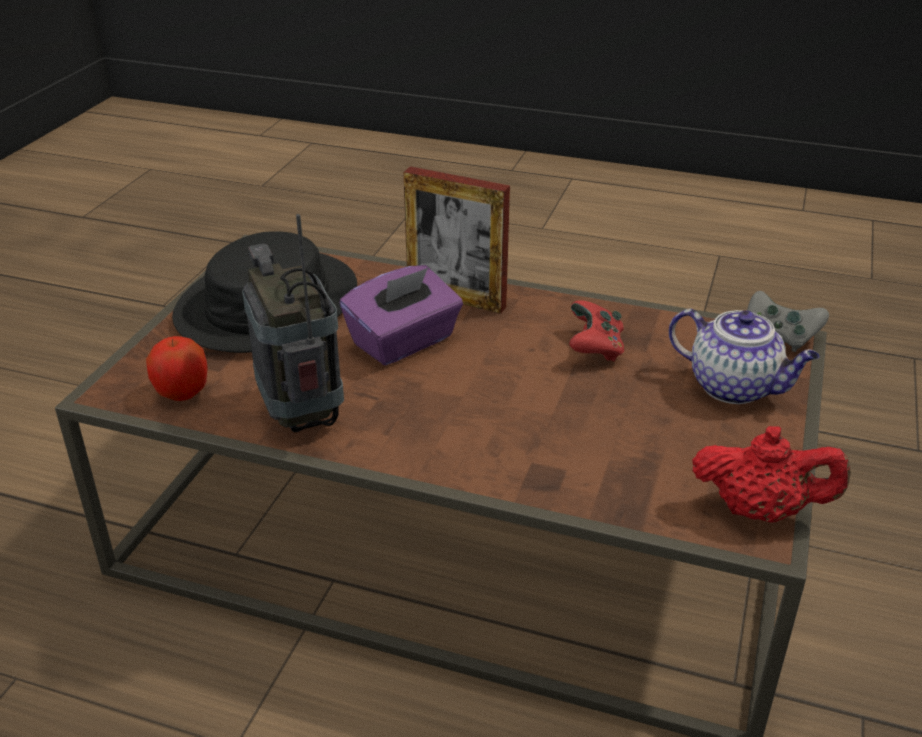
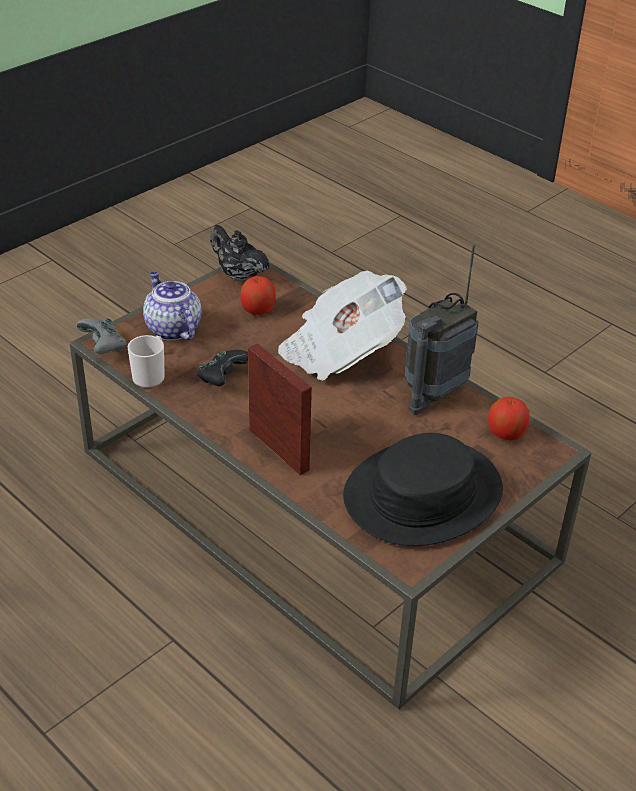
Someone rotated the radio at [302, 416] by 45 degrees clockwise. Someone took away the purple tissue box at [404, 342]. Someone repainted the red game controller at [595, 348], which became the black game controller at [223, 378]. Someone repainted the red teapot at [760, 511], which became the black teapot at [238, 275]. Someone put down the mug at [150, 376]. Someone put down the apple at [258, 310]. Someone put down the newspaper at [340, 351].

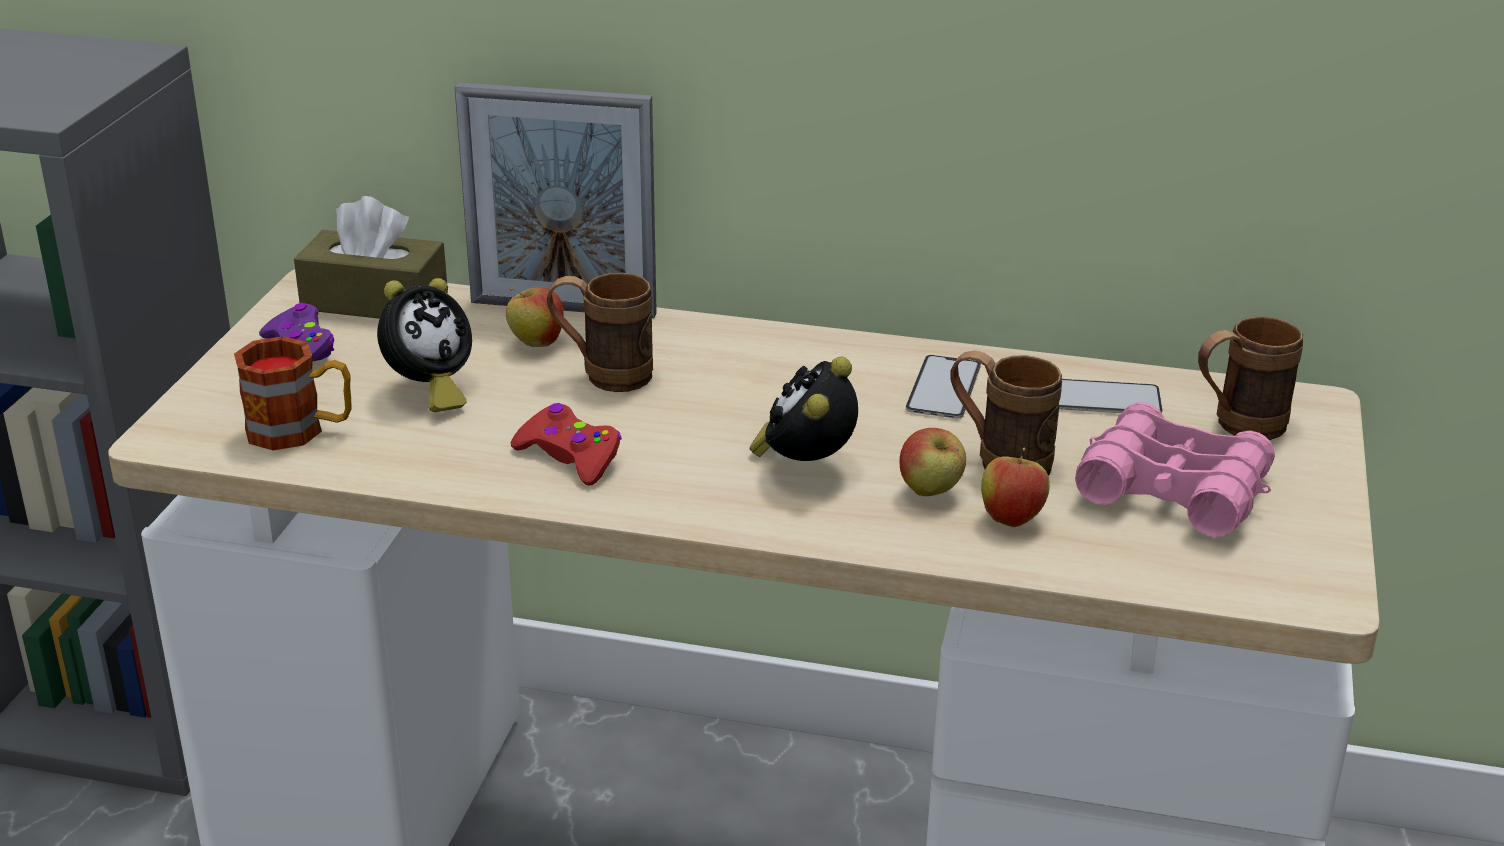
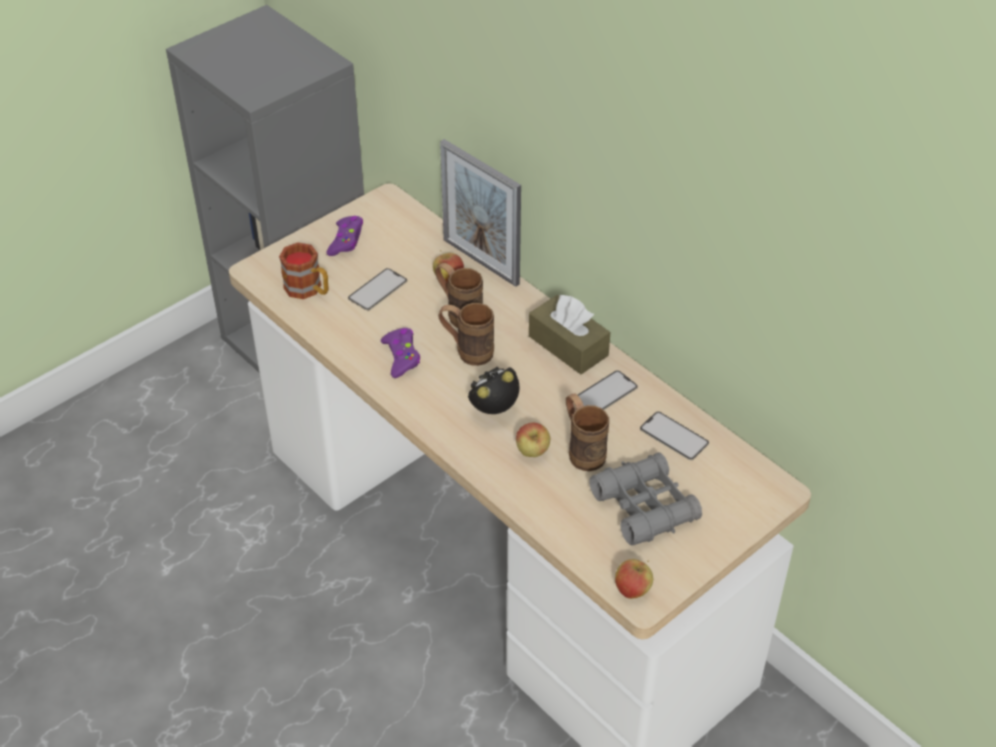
Someone carried the brown tissue box from [374, 301] to [568, 346]. Someone swapped the alarm clock at [428, 391] for the phone at [377, 290]. Someone repainted the red game controller at [570, 456], which became the purple game controller at [401, 357]. Someone carried the apple from [1012, 519] to [632, 590]. Someone repainted the pink binoculars at [1173, 490], which became the grey binoculars at [644, 507]. Someone carried the brown mug from [1236, 427] to [467, 351].

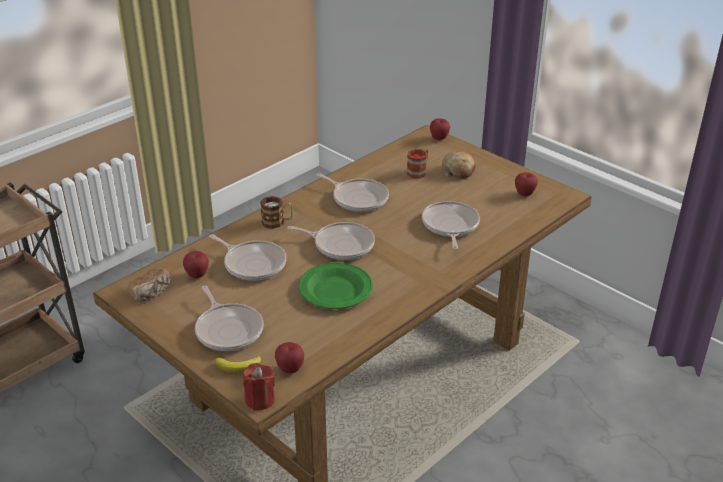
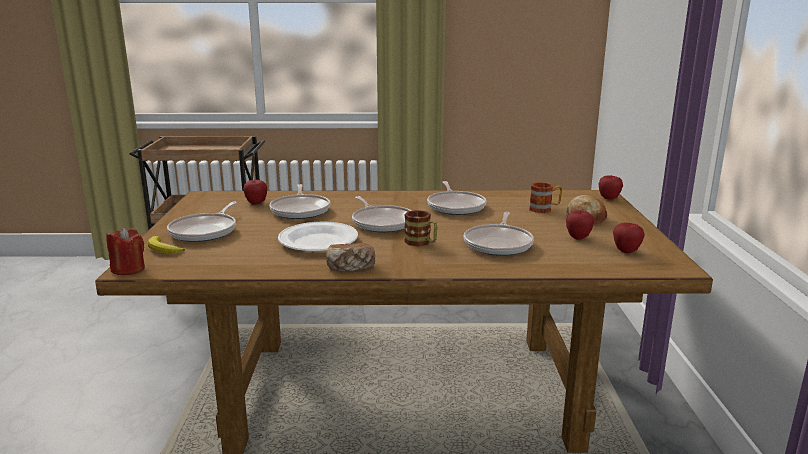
Someone carried the bread from [152, 293] to [351, 268]. Someone carried the mug from [277, 222] to [421, 243]. Someone carried the apple from [290, 369] to [578, 238]. Someone repainted the green plate at [335, 290], which became the white plate at [318, 241]. Someone rotated the frying pan at [450, 226] by 150 degrees clockwise.

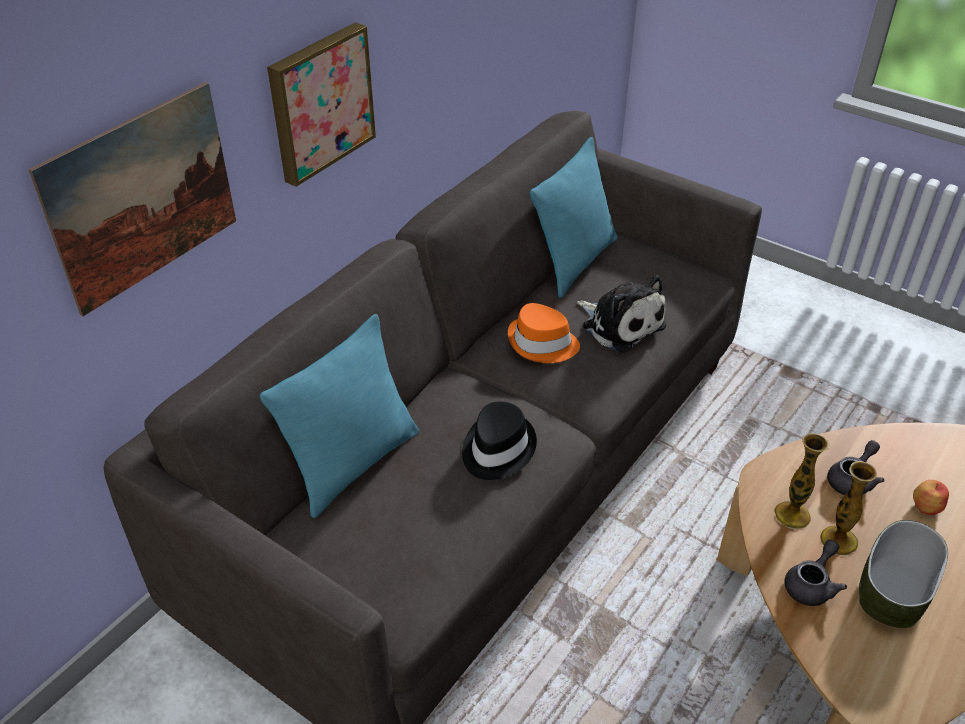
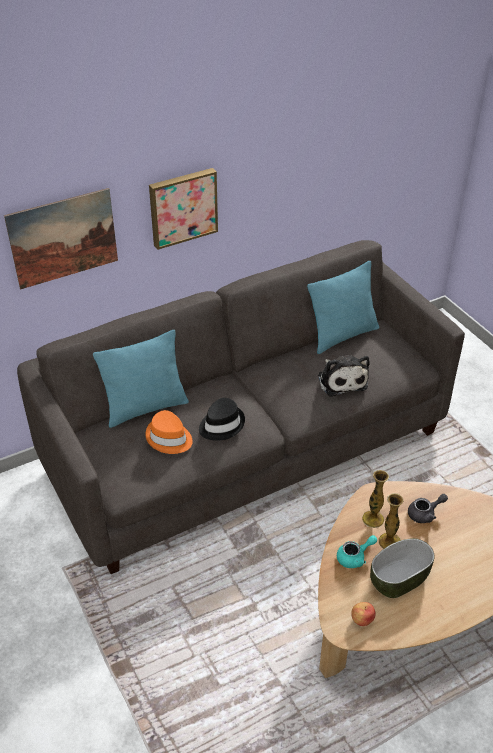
Someone carried the orange hat from [542, 344] to [169, 438]. Someone repainted the grey teapot at [811, 585], which became the turquoise teapot at [354, 557]. Someone carried the apple from [925, 506] to [362, 619].

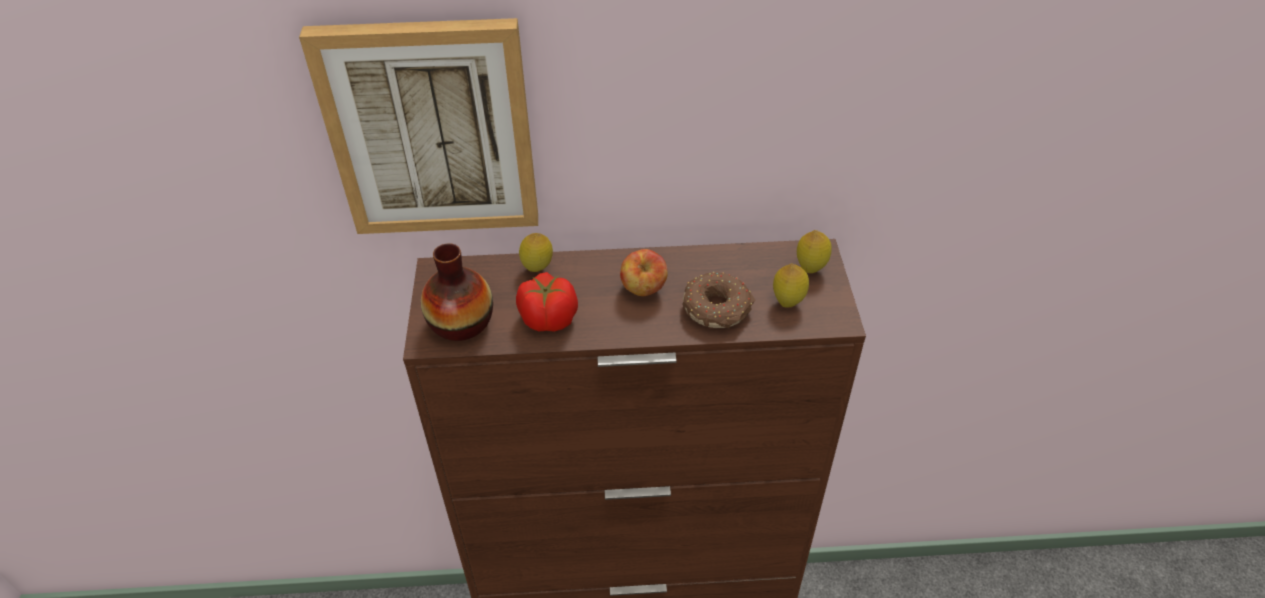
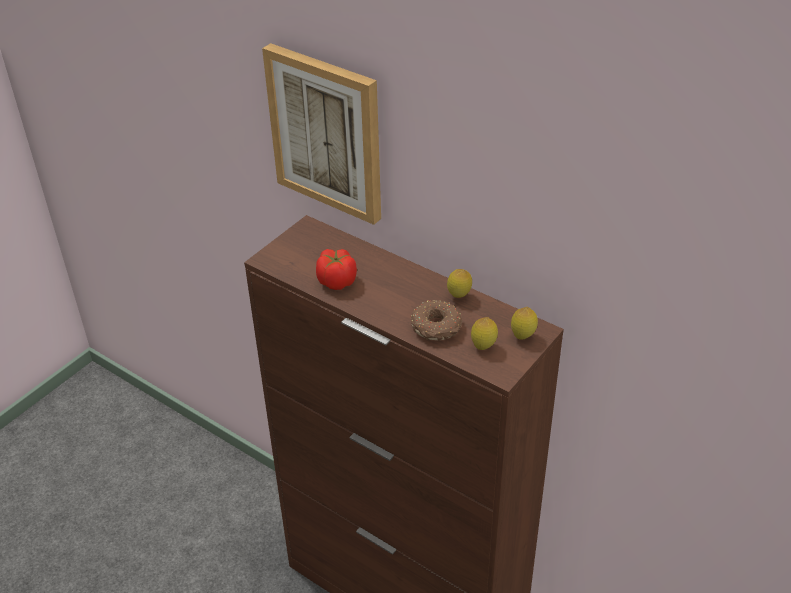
Someone took away the vase at [461, 323]. Someone carried the lemon from [537, 269] to [459, 296]. Someone took away the apple at [643, 289].

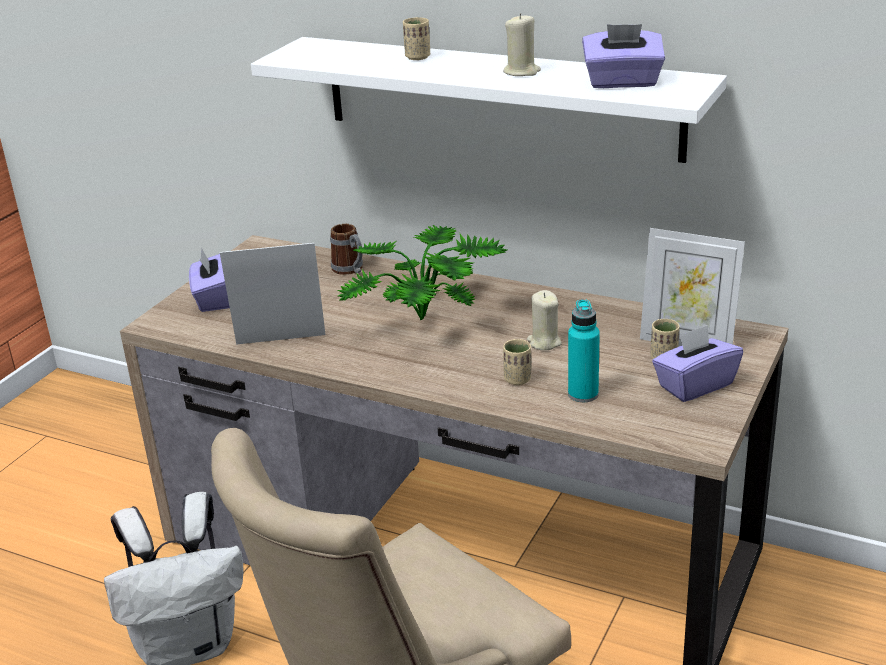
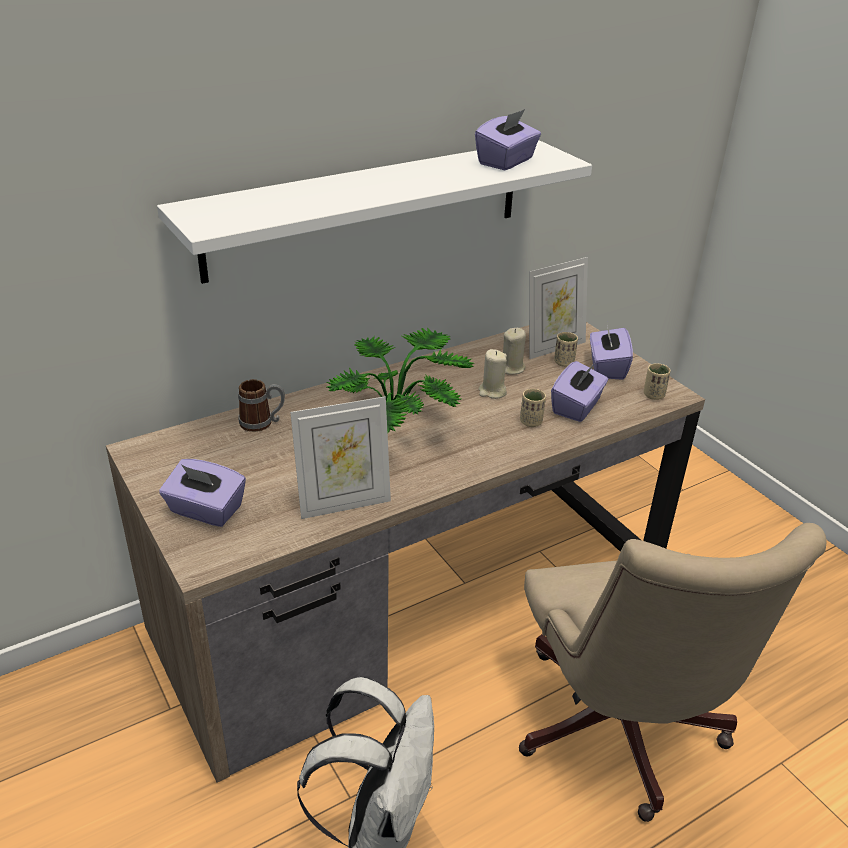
Someone rotated the picture frame at [281, 344] by 135 degrees counterclockwise. Someone carried the beige cup from [417, 57] to [653, 395]. Someone carried the beige candle from [522, 72] to [511, 368]. Someone swapped the turquoise bottle at [583, 394] for the purple tissue box at [577, 407].

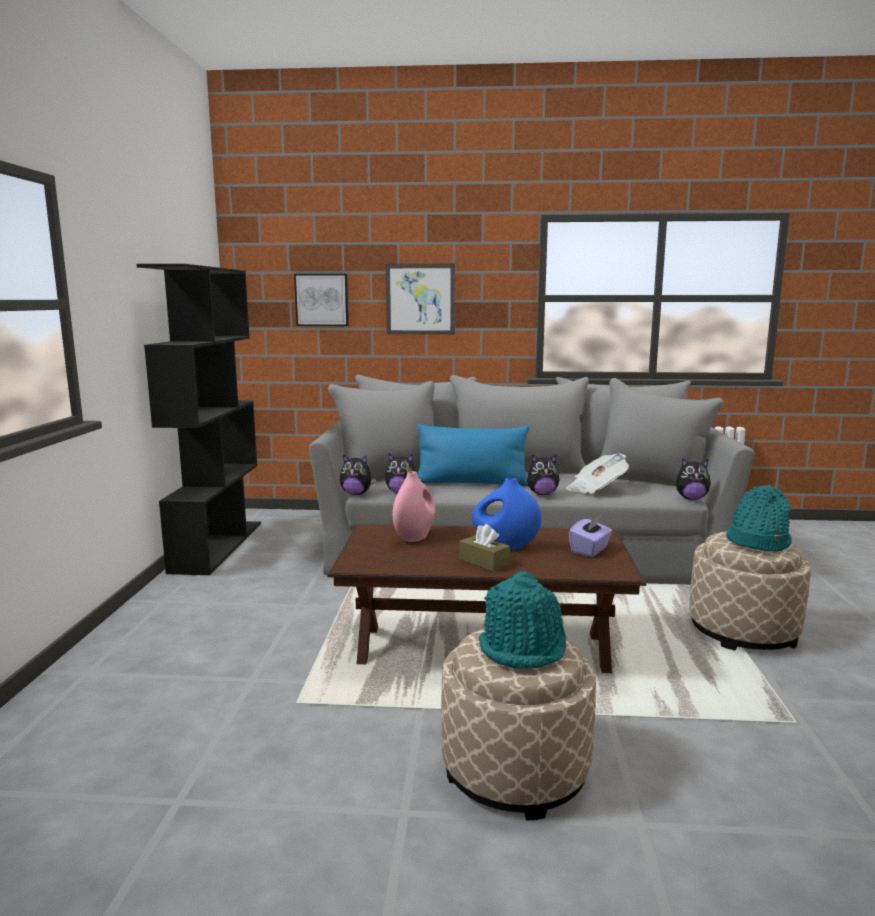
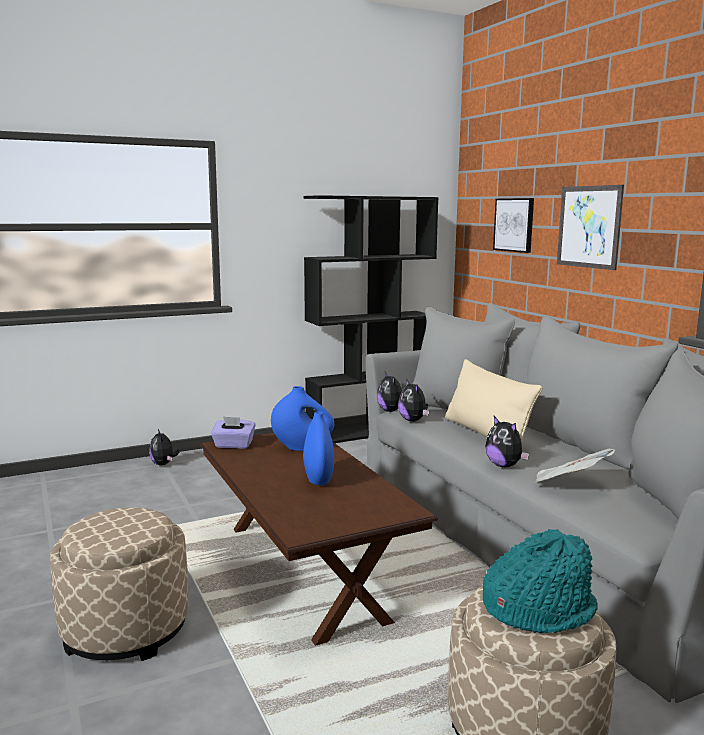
Someone repainted the pink vase at [414, 537], which became the blue vase at [302, 447]. Someone repainted the blue pillow at [471, 483], which became the beige pillow at [486, 434]. Someone took away the brown tissue box at [484, 562]. Someone took away the turquoise hat at [523, 647]. Someone carried the purple tissue box from [590, 550] to [233, 445]. Someone carried the plush toy from [691, 498] to [163, 464].

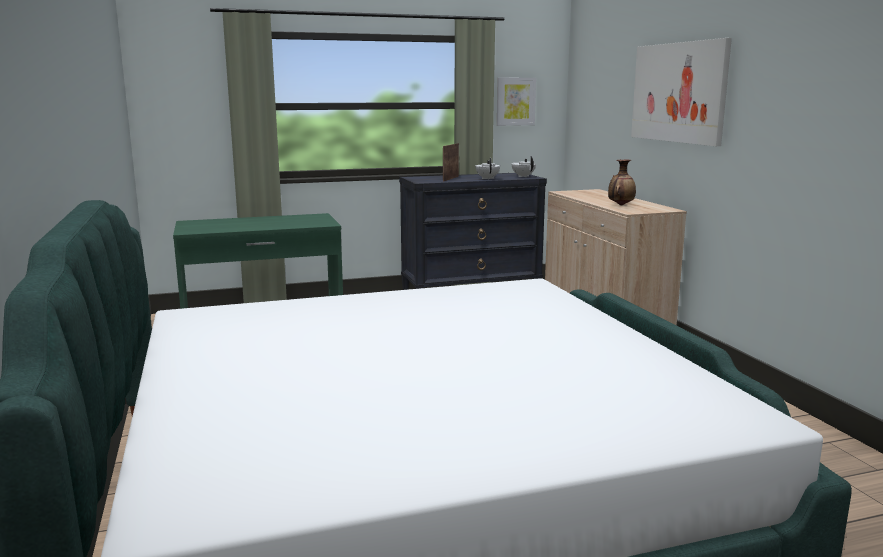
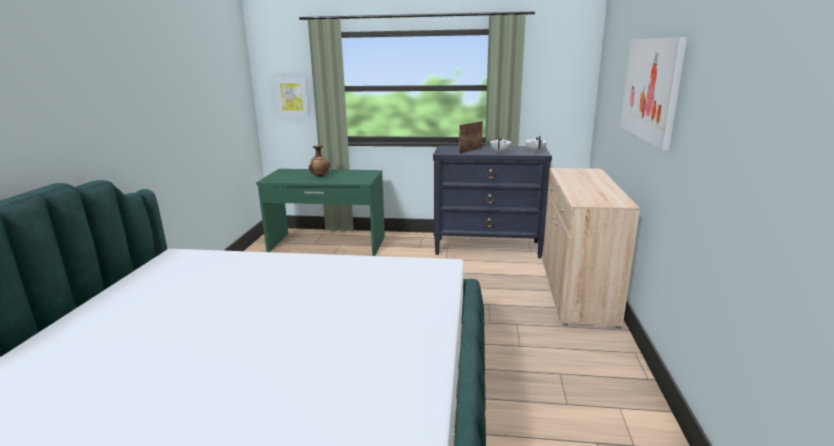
Someone carried the picture from [515, 101] to [292, 96]. Someone carried the vase from [620, 205] to [320, 176].

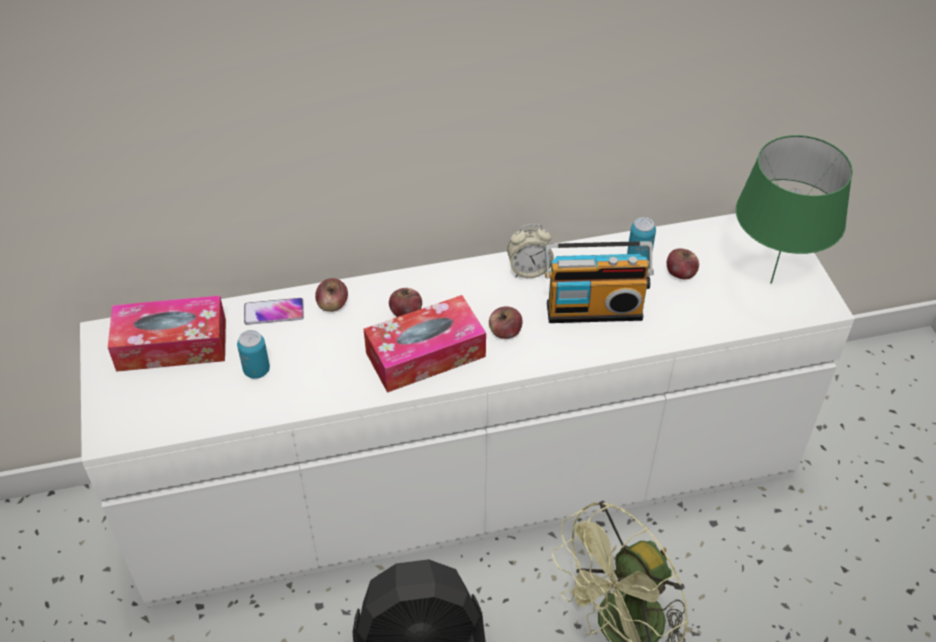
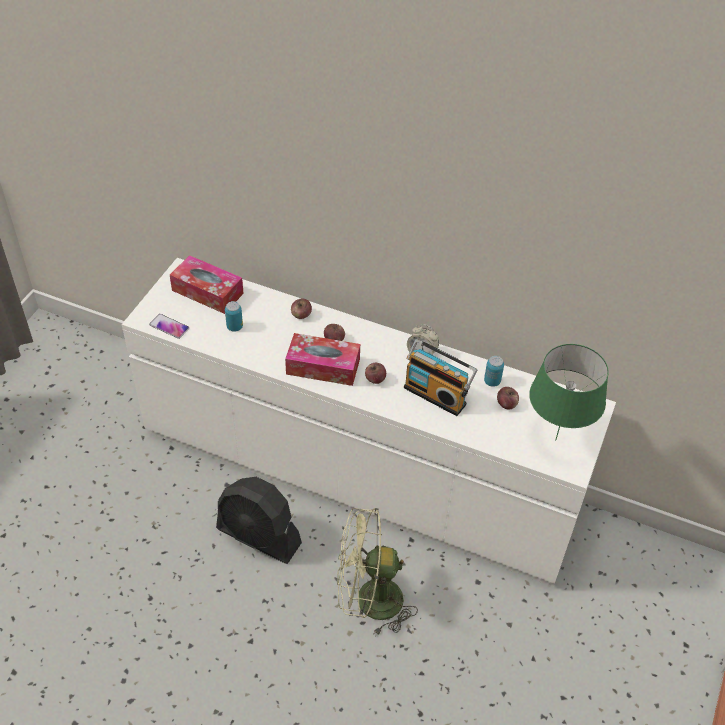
Someone carried the phone from [274, 312] to [169, 327].

